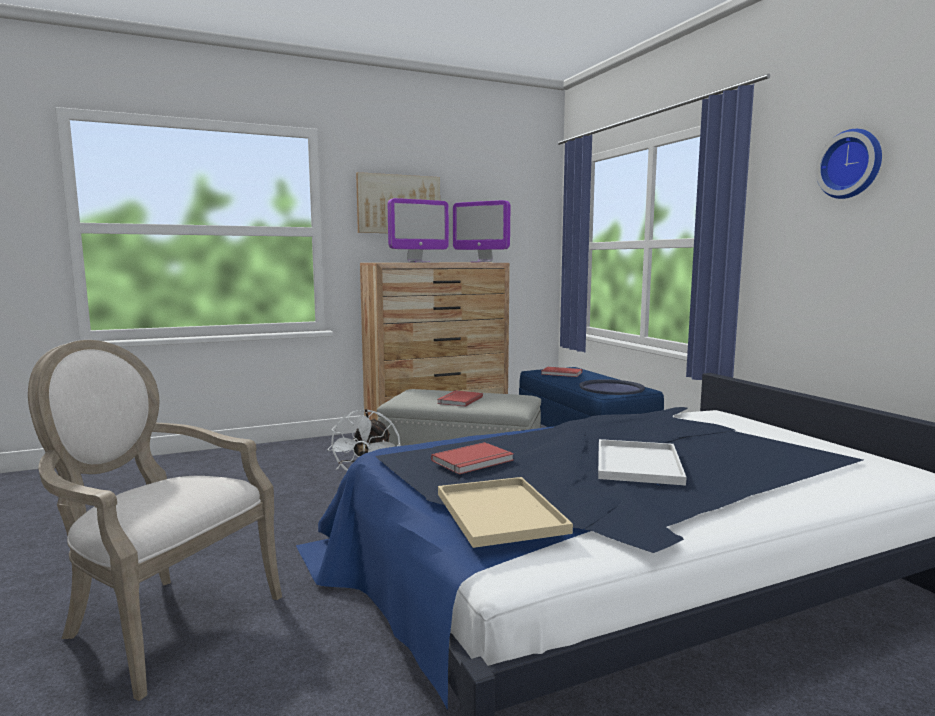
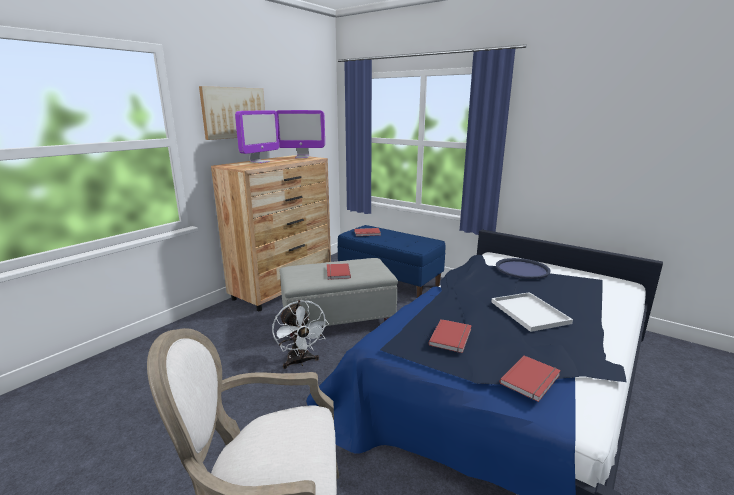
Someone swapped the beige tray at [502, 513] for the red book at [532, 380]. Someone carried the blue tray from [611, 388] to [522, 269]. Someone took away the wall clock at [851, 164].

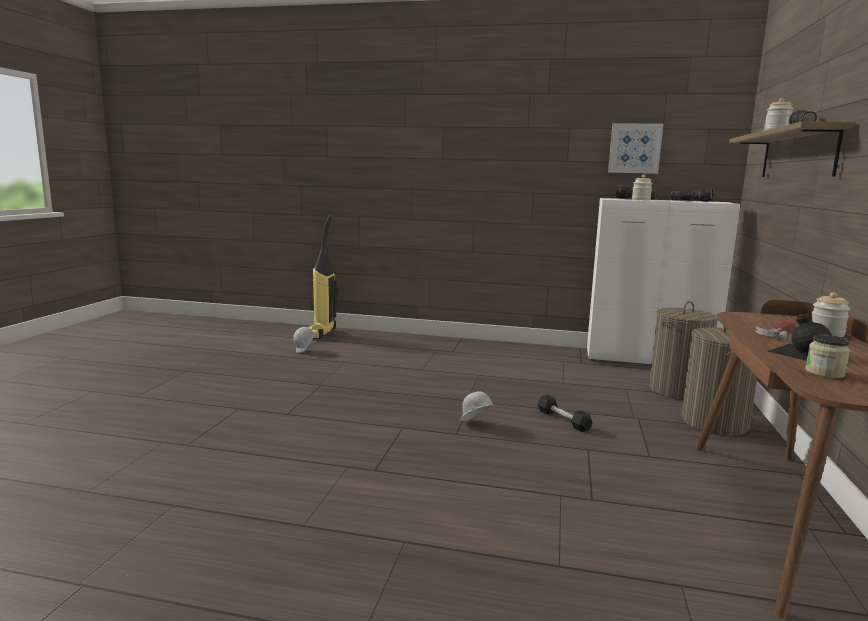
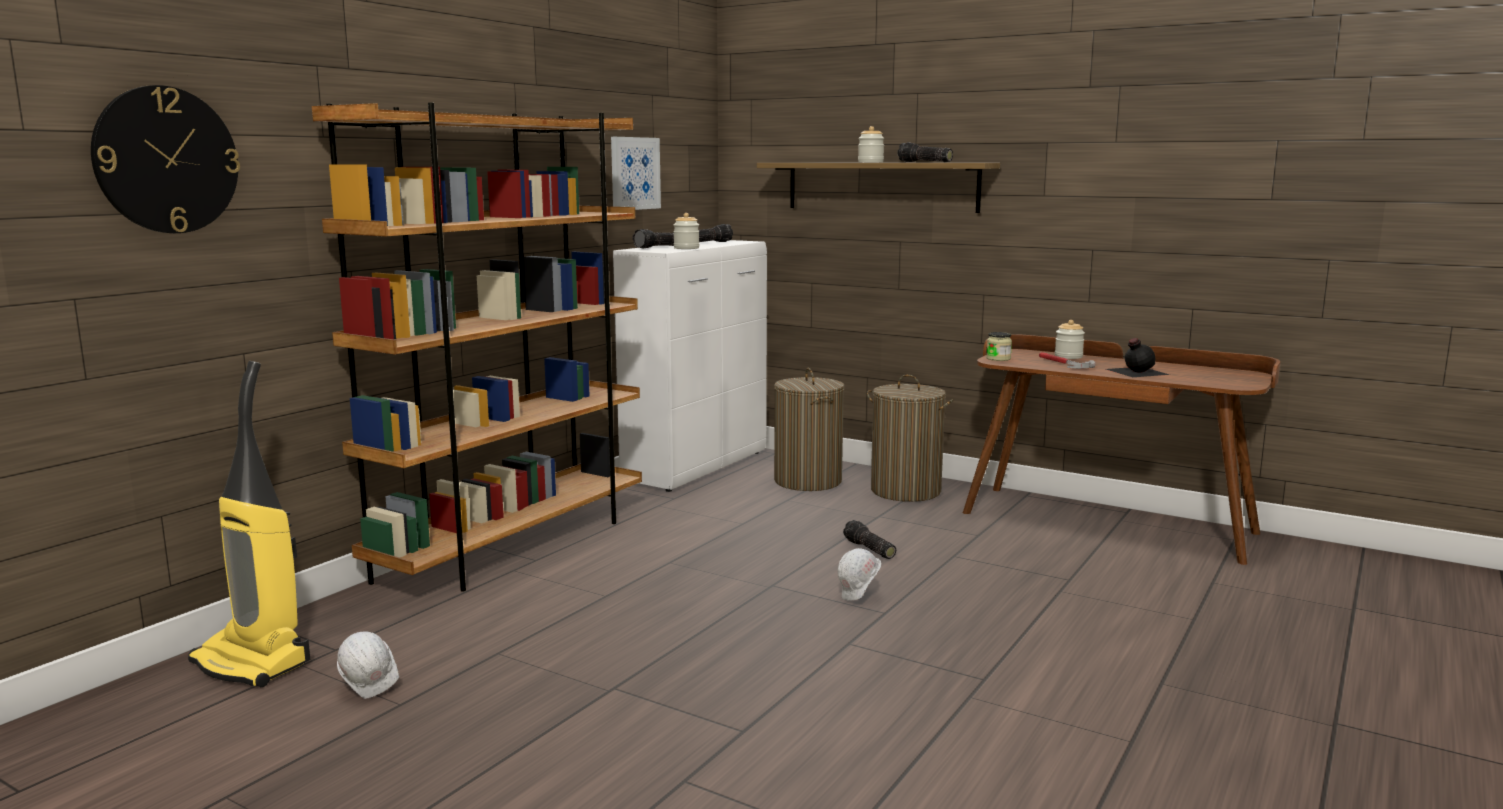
Someone swapped the black dumbbell at [563, 420] for the flashlight at [868, 549]. Someone carried the jar from [824, 373] to [998, 359]. Someone put up the wall clock at [166, 160]. Someone put down the brown bookcase at [514, 545].

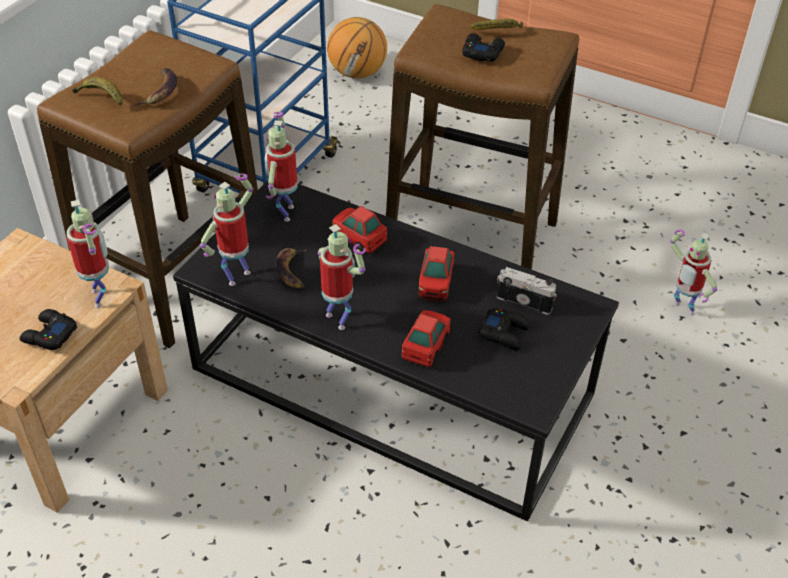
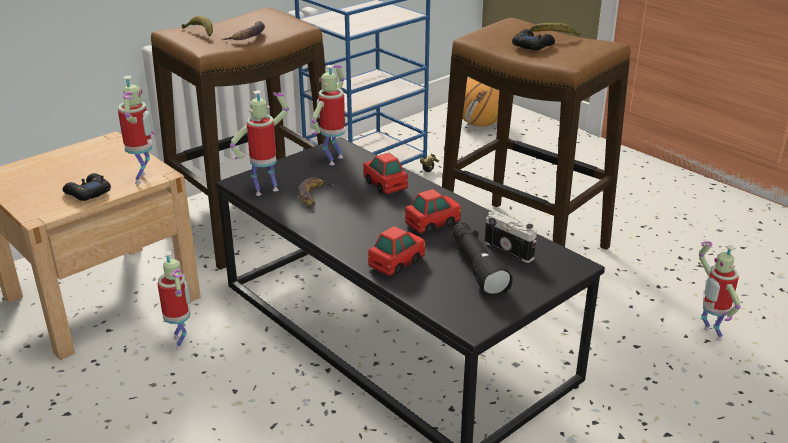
Someone carried the toy robot from [339, 319] to [182, 342]. Someone rotated the toy car at [435, 283] by 150 degrees counterclockwise. Someone swapped the black game controller at [504, 333] for the black flashlight at [476, 267].

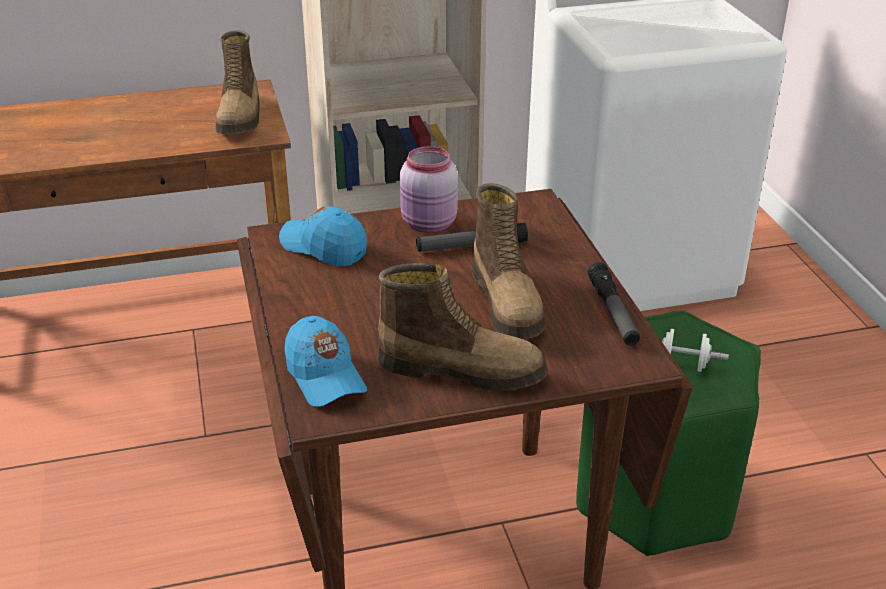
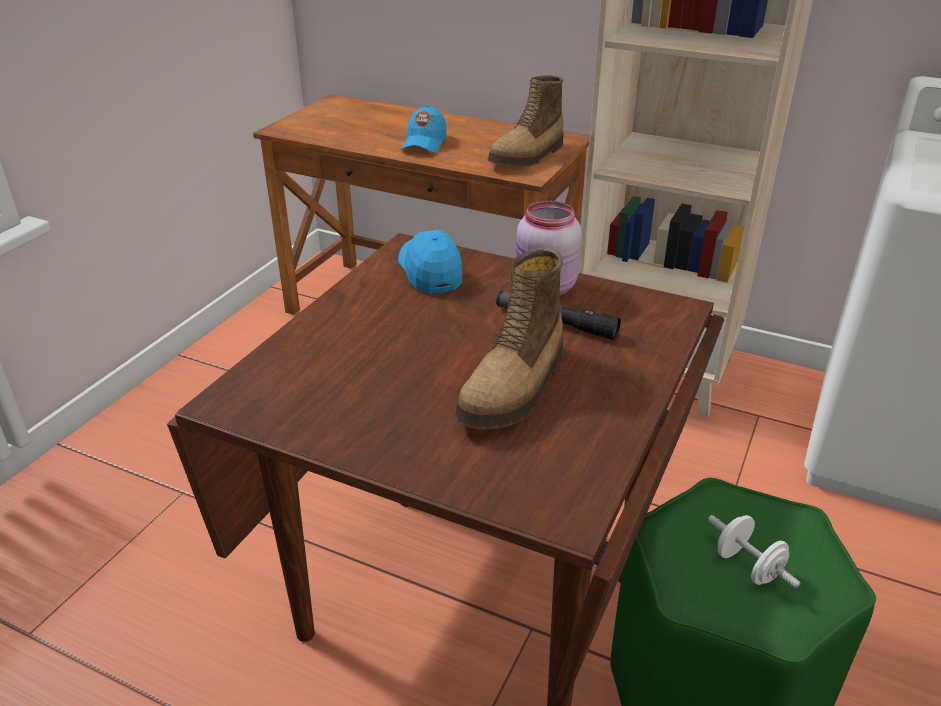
Someone carried the blue cap from [325, 376] to [424, 144]. Someone took away the boot at [462, 369]. Someone took away the flashlight at [613, 312].

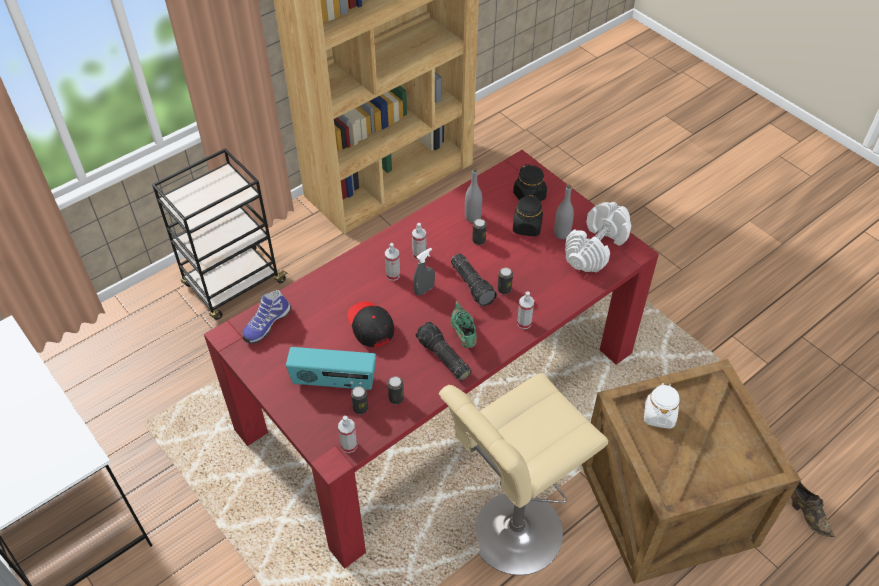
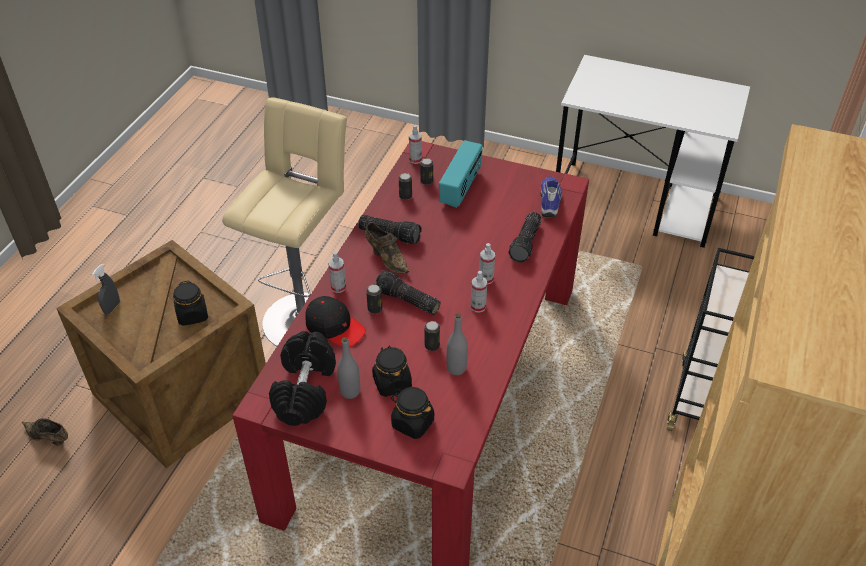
Someone rotated the radio at [334, 381] by 135 degrees clockwise. Someone carried the black cap from [370, 326] to [335, 327]. Someone carried the grey spray bottle from [424, 290] to [112, 308]. Someone repainted the green shoe at [463, 333], which became the brown shoe at [386, 258]. Someone repainted the white dumbbell at [595, 248], which became the black dumbbell at [305, 390]. Someone repainted the white jar at [659, 415], which became the black jar at [192, 315]. Someone put down the flashlight at [526, 243].

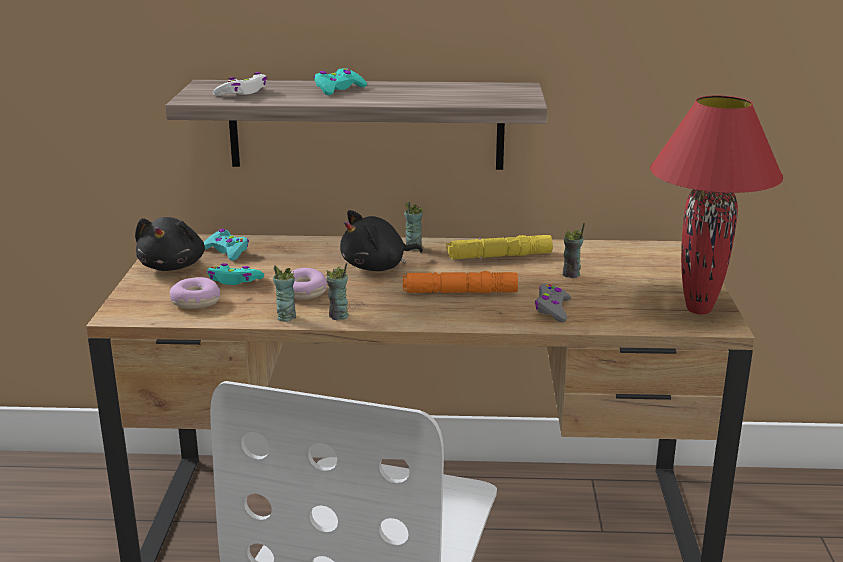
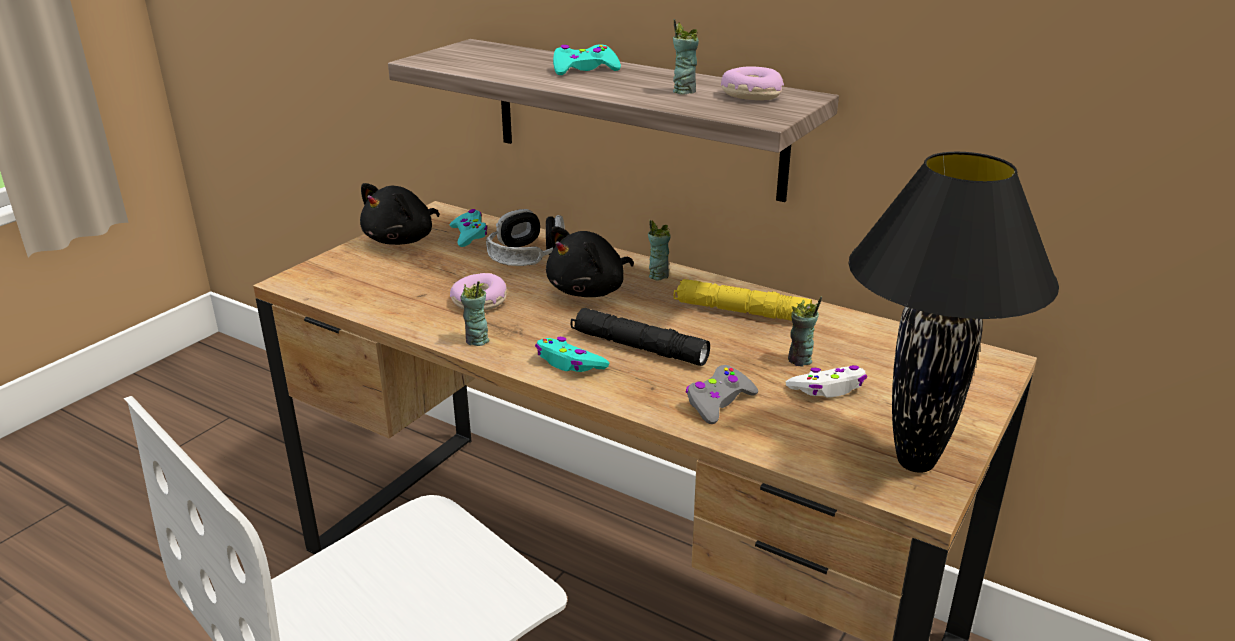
Someone carried the donut from [195, 301] to [751, 94]. Someone carried the turquoise game controller from [234, 281] to [569, 363]. Someone carried the white game controller from [243, 93] to [828, 389]. Someone carried the cup from [286, 317] to [684, 91]. Someone rotated the black plush toy at [377, 267] by 45 degrees counterclockwise. Someone repainted the orange flashlight at [459, 292], which became the black flashlight at [638, 347]. Someone repainted the red table lamp at [699, 309], which became the black table lamp at [917, 462]. Someone put down the headphones at [527, 256].

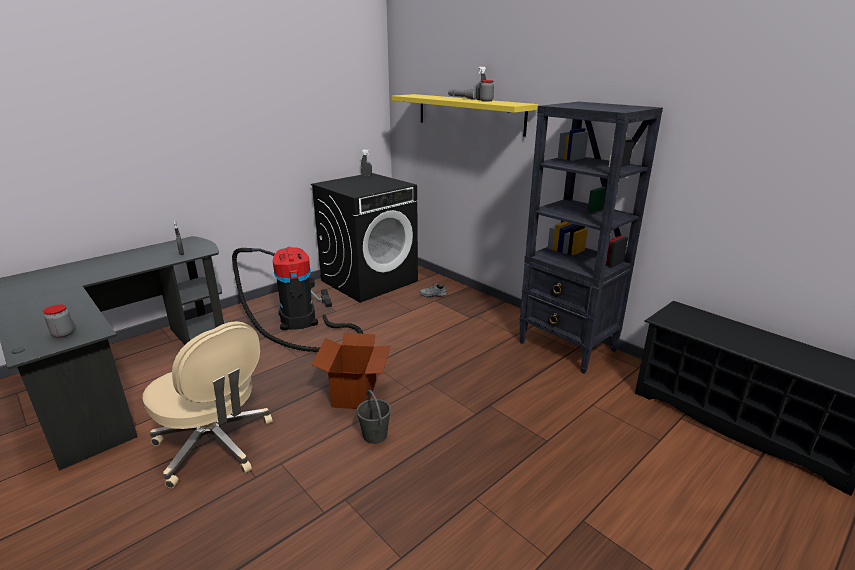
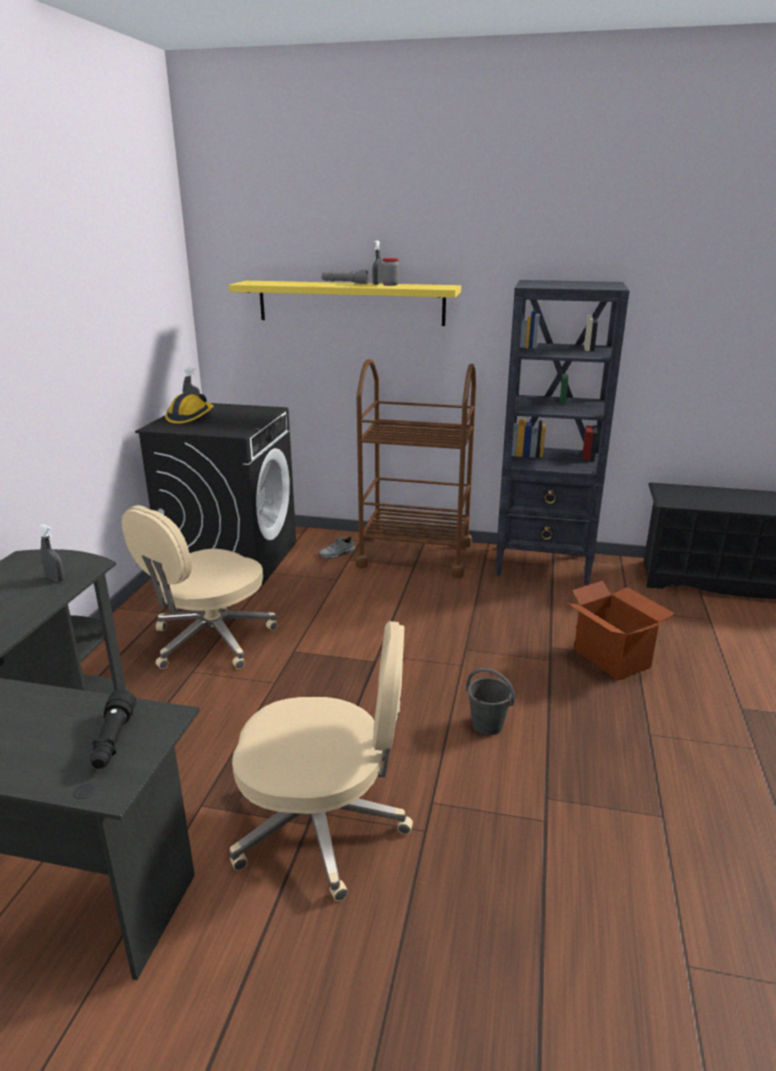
Someone swapped the jar at [63, 334] for the black flashlight at [113, 740]. Someone swapped the vacuum cleaner at [300, 322] for the beige office chair at [210, 640]. Someone carried the cardboard box from [355, 393] to [612, 658]. Someone put down the hard hat at [190, 417]. Someone put down the brown cart at [415, 555].

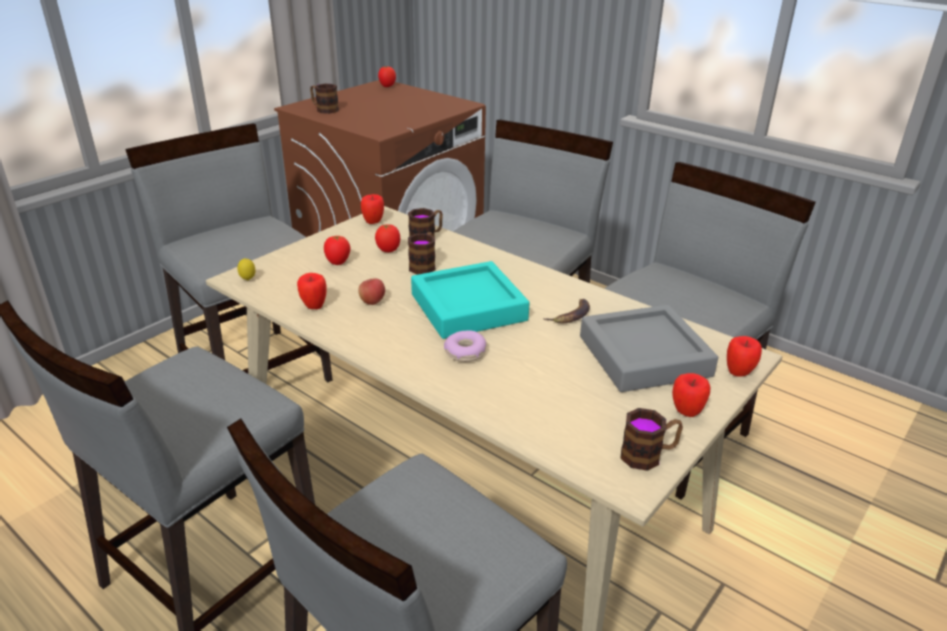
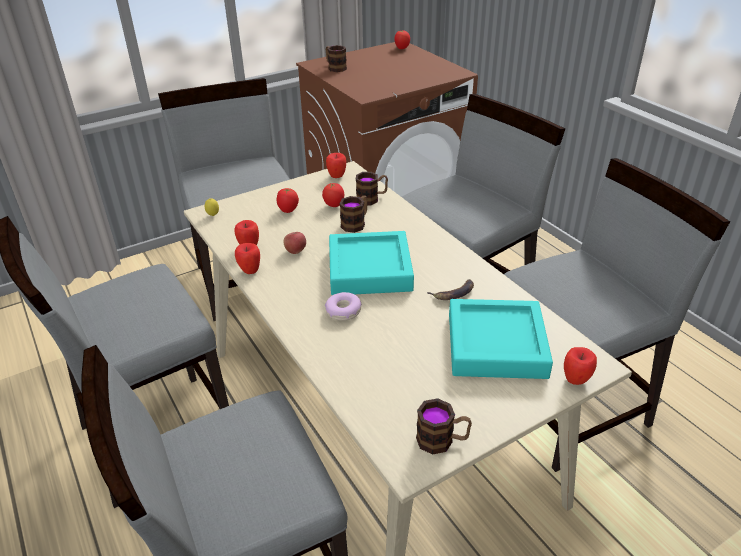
Someone repainted the grey tray at [644, 356], which became the turquoise tray at [496, 345]. Someone carried the apple from [686, 412] to [250, 271].

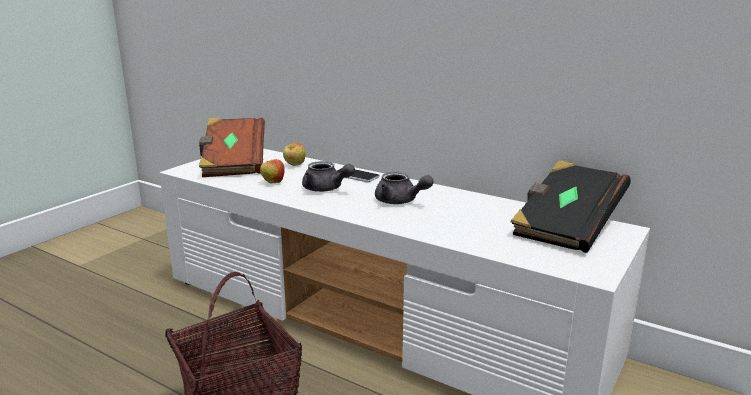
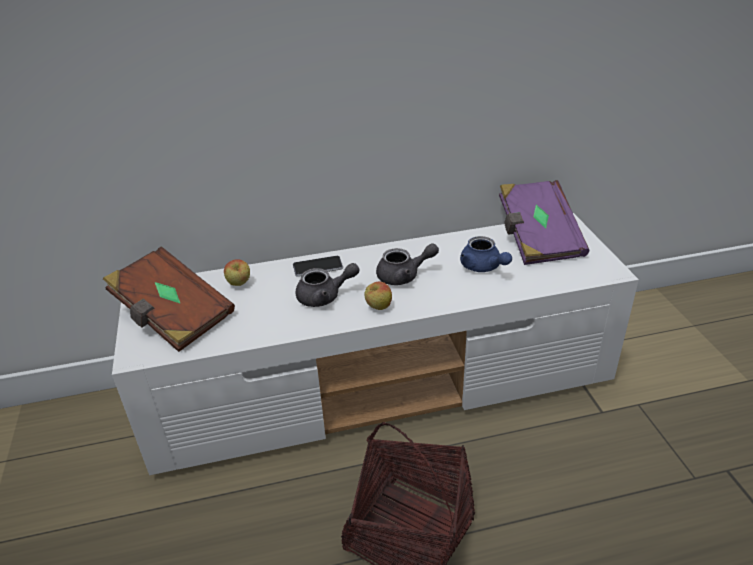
Someone carried the apple from [273, 183] to [378, 307]. Someone repainted the black book at [566, 227], which became the purple book at [537, 239]. Someone put down the blue teapot at [483, 267].

